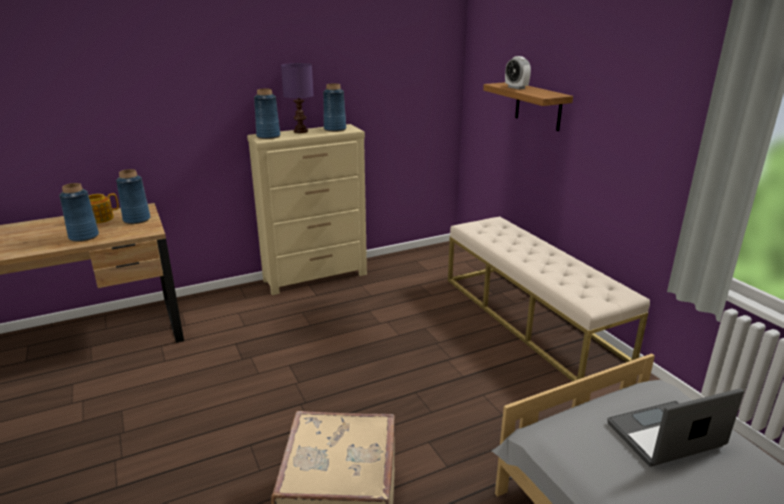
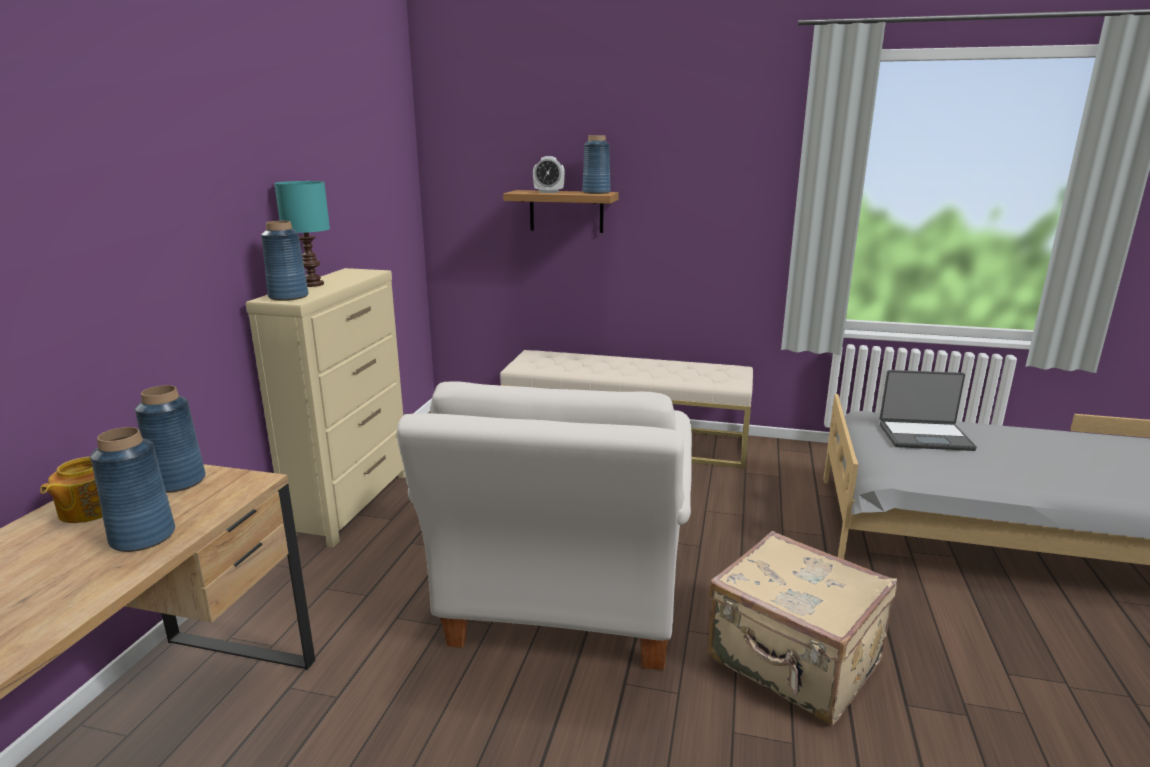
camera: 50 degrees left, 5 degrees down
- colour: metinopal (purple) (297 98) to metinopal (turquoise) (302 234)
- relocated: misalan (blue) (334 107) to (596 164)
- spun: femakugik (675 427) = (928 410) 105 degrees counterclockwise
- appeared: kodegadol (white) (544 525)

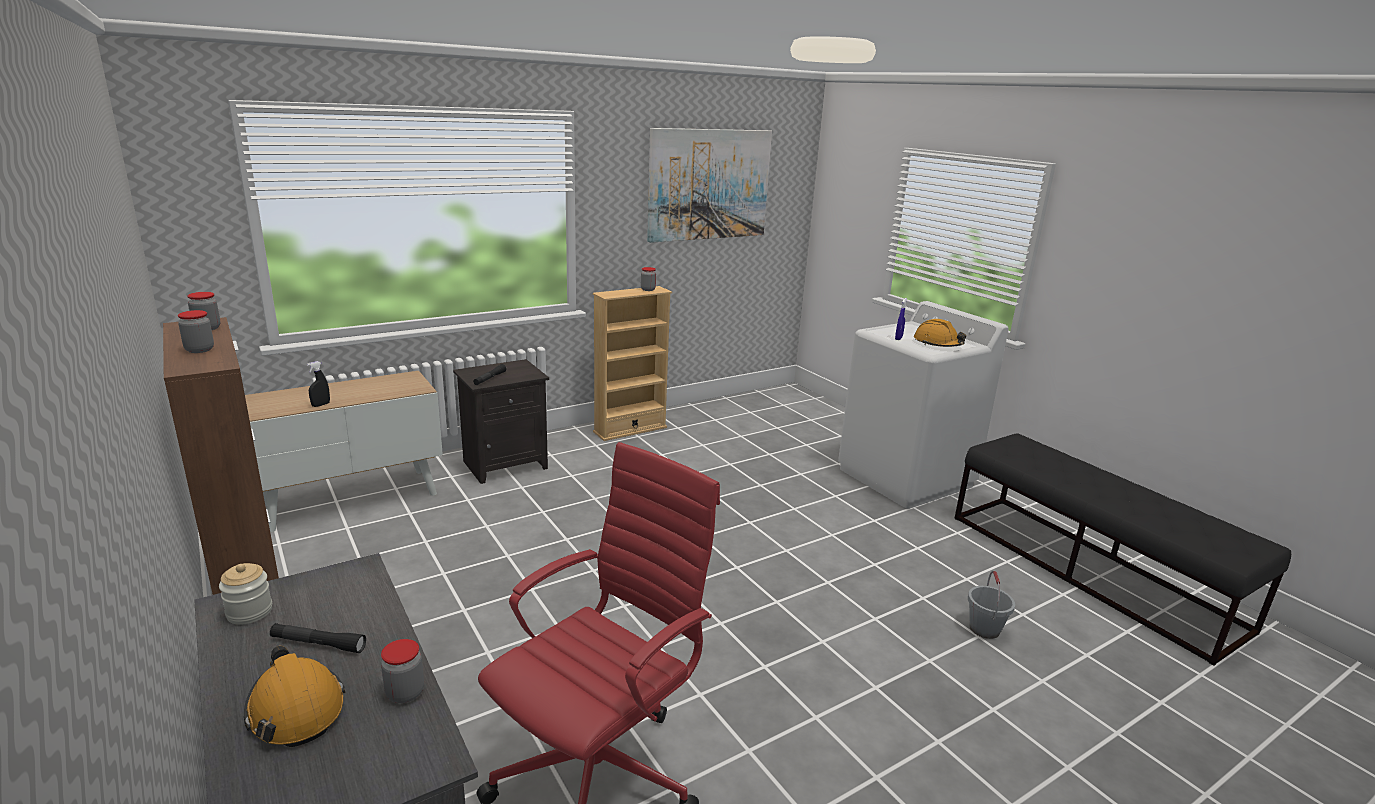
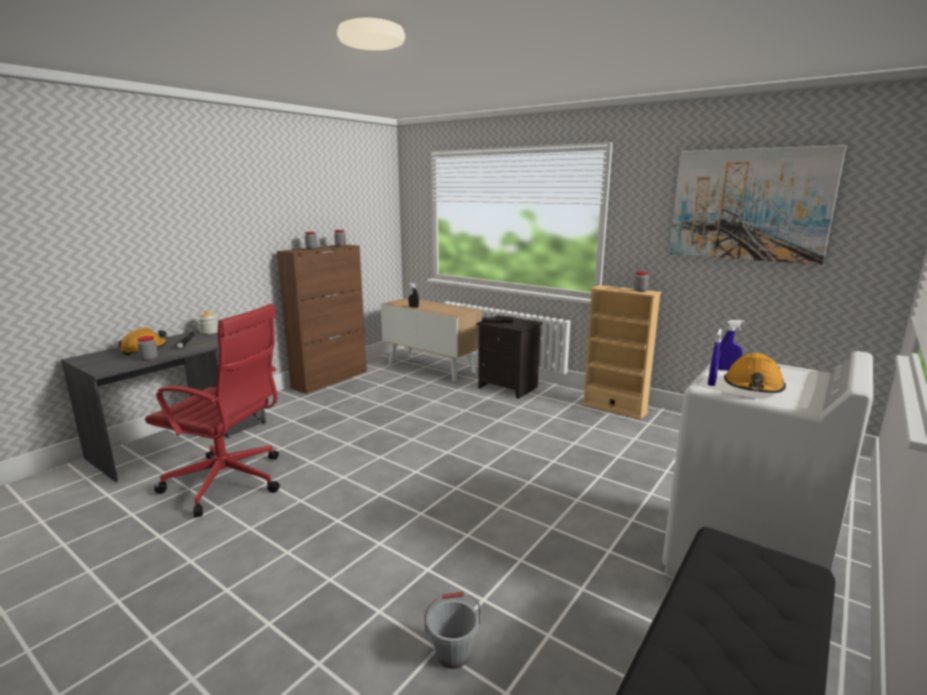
camera: 70 degrees right, 5 degrees down
- appeared: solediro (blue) (715 357)

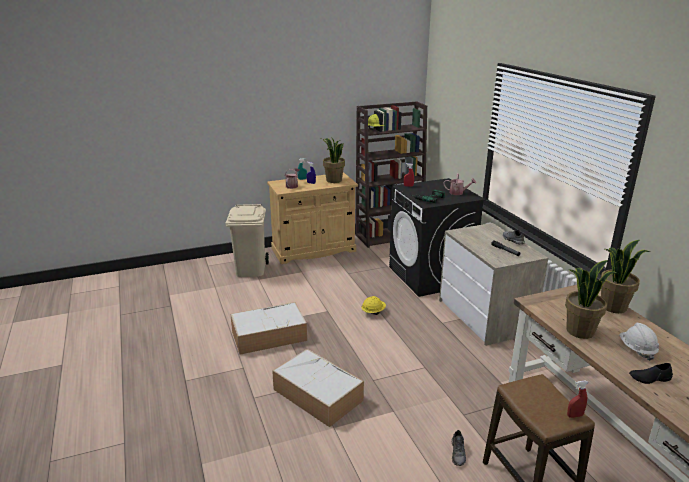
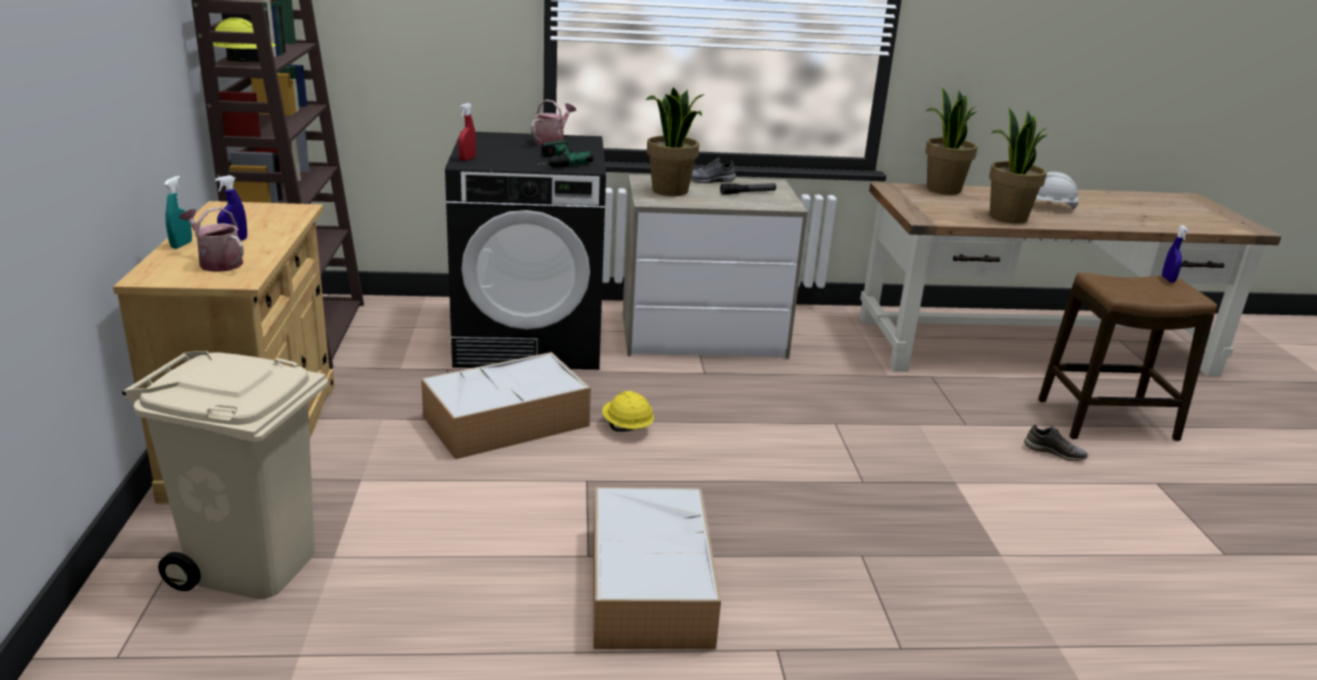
camera: 75 degrees left, 0 degrees up
- relocated: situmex (333 160) to (675 141)
- relocated: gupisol (318 388) to (506 406)
- missing: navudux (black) (651 373)
- colour: solediro (red) (577 399) to solediro (blue) (1175 254)

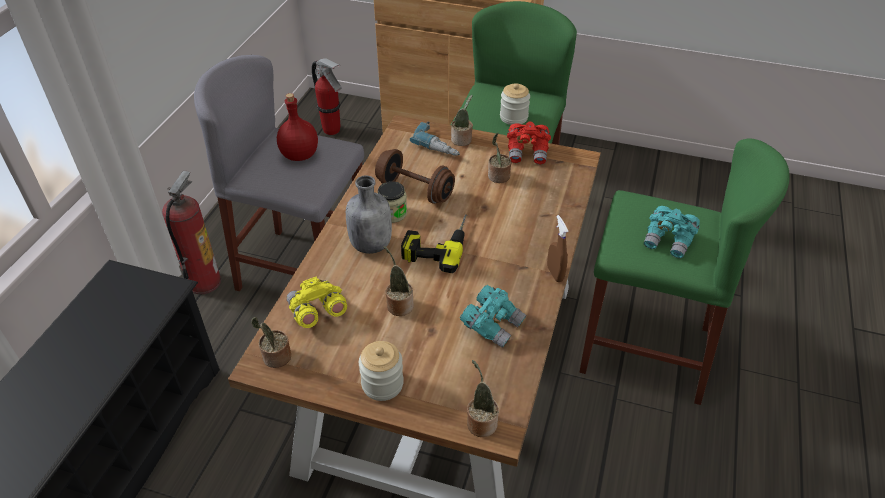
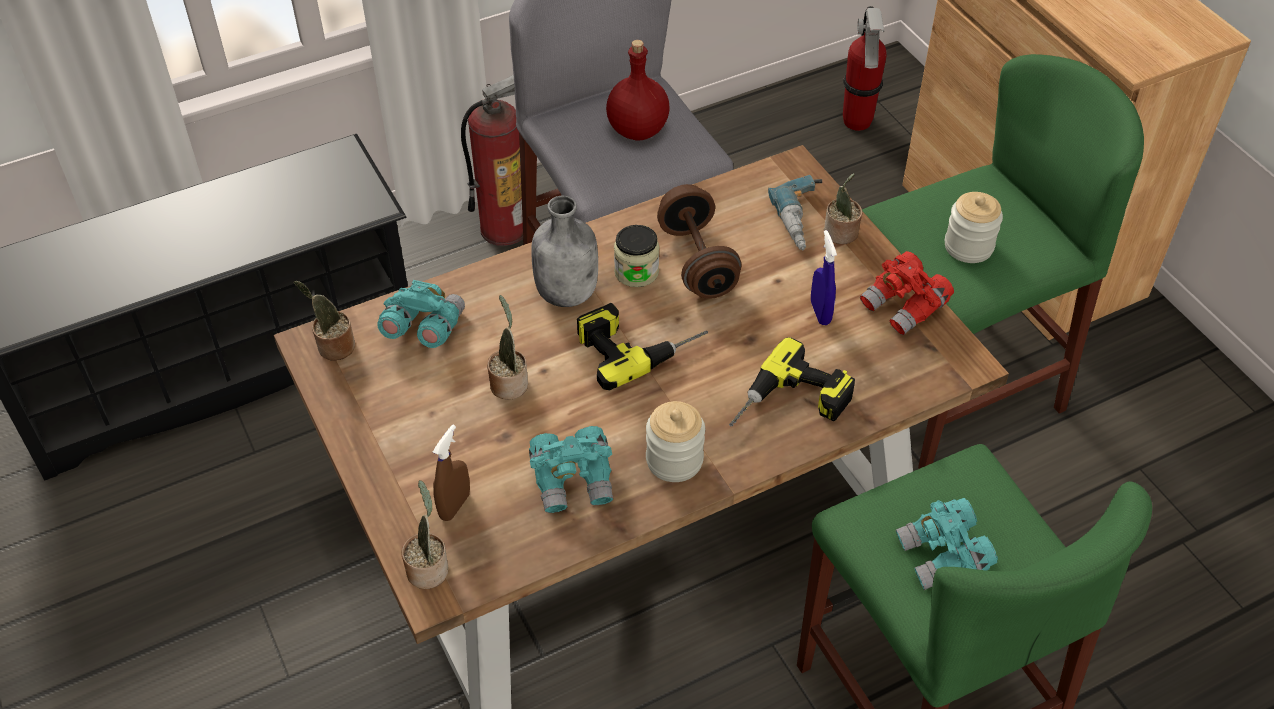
camera: 45 degrees right, 5 degrees up
- exchanged: situmex (499 157) to solediro (blue) (824 277)
- relocated: solediro (brown) (557 248) to (451 473)
- colour: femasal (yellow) (317 302) to femasal (turquoise) (421 314)
- relocated: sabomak (381 371) to (675 441)
- appeared: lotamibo (792 382)

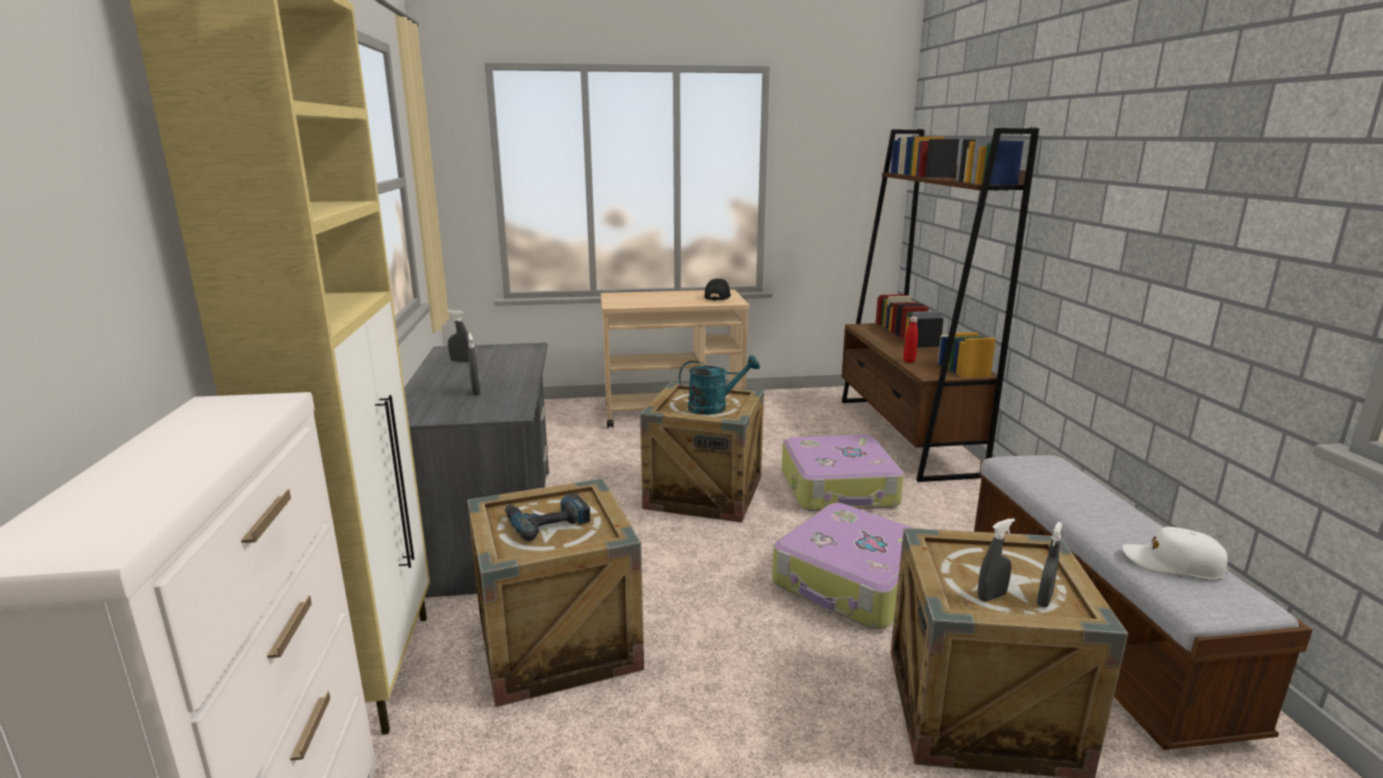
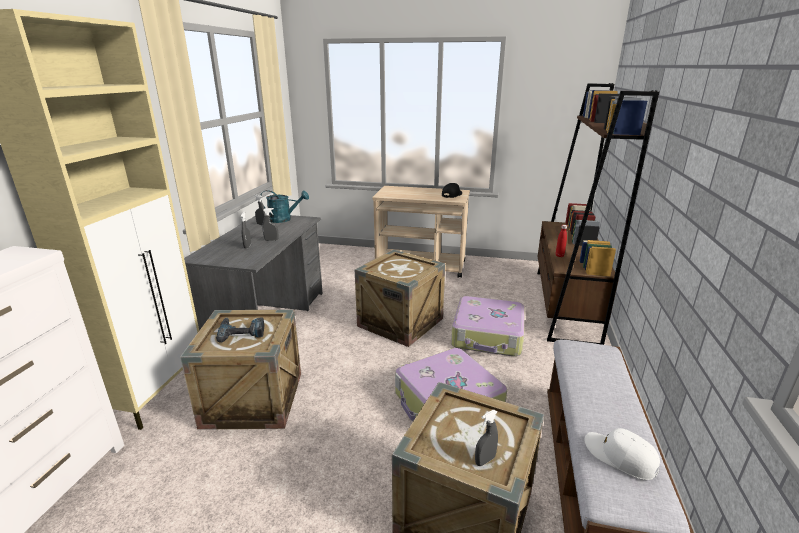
camera: 20 degrees right, 5 degrees up
- relocated: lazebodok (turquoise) (719 385) to (284 206)
- relocated: solediro (grey) (996 559) to (270 224)

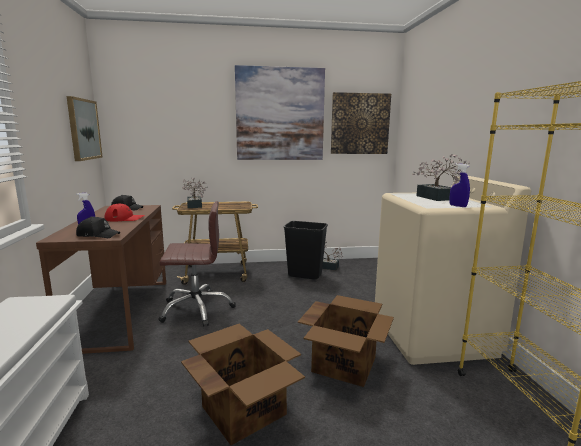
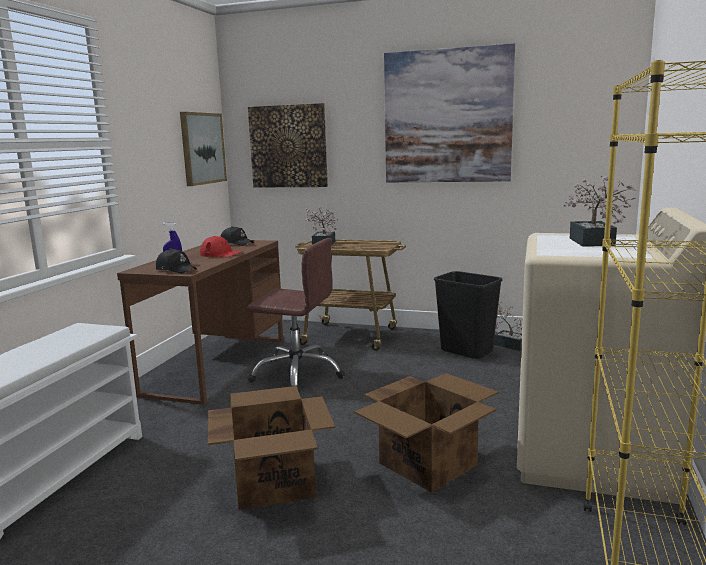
camera: 25 degrees right, 0 degrees up
- relocated: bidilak (361 123) to (288 145)
- missing: solediro (blue) (459 185)

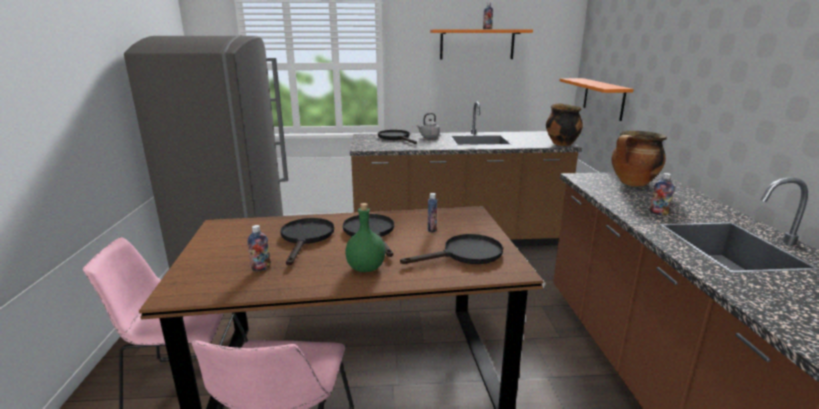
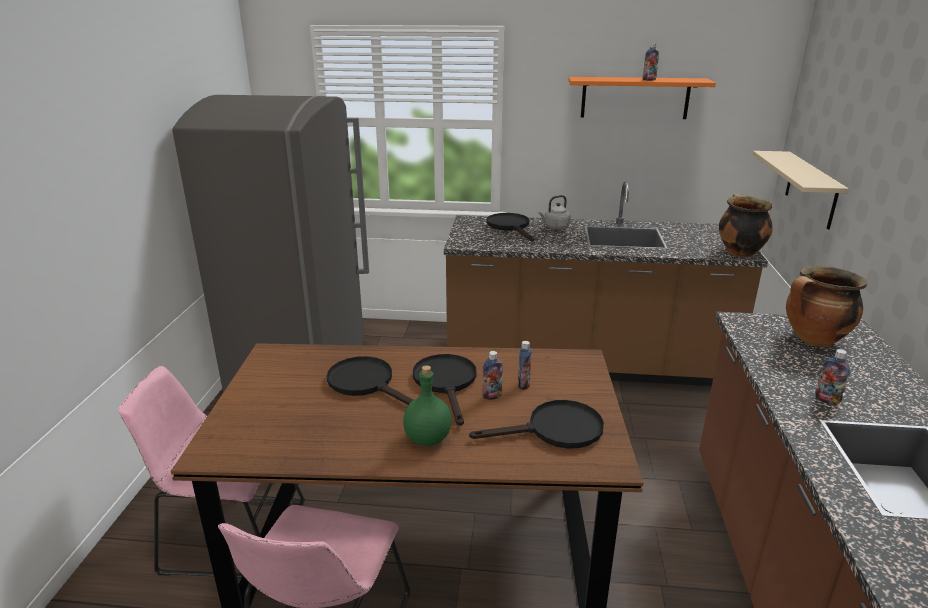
camera: 10 degrees right, 5 degrees up
- colour: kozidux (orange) (596 99) to kozidux (beige) (800 190)
- spun: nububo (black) (307 242) = (370 380) 60 degrees counterclockwise
- relocated: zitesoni (259 248) to (492 375)

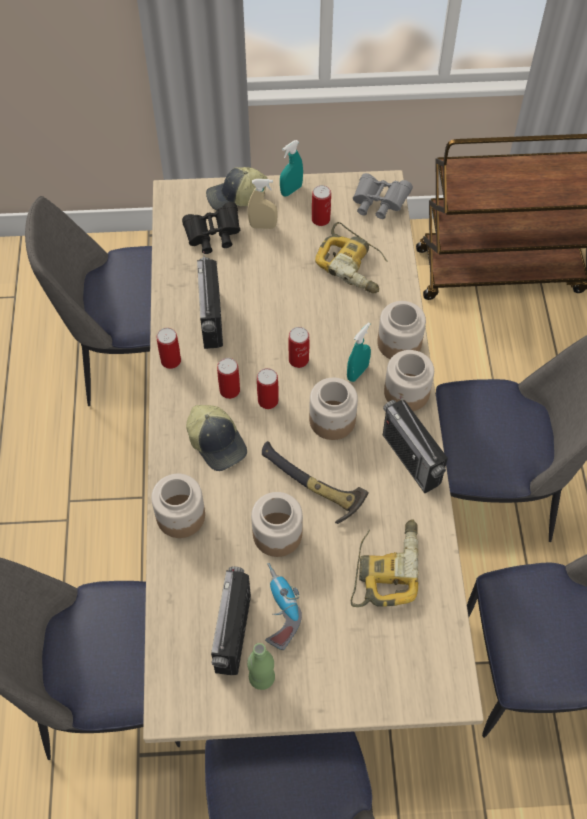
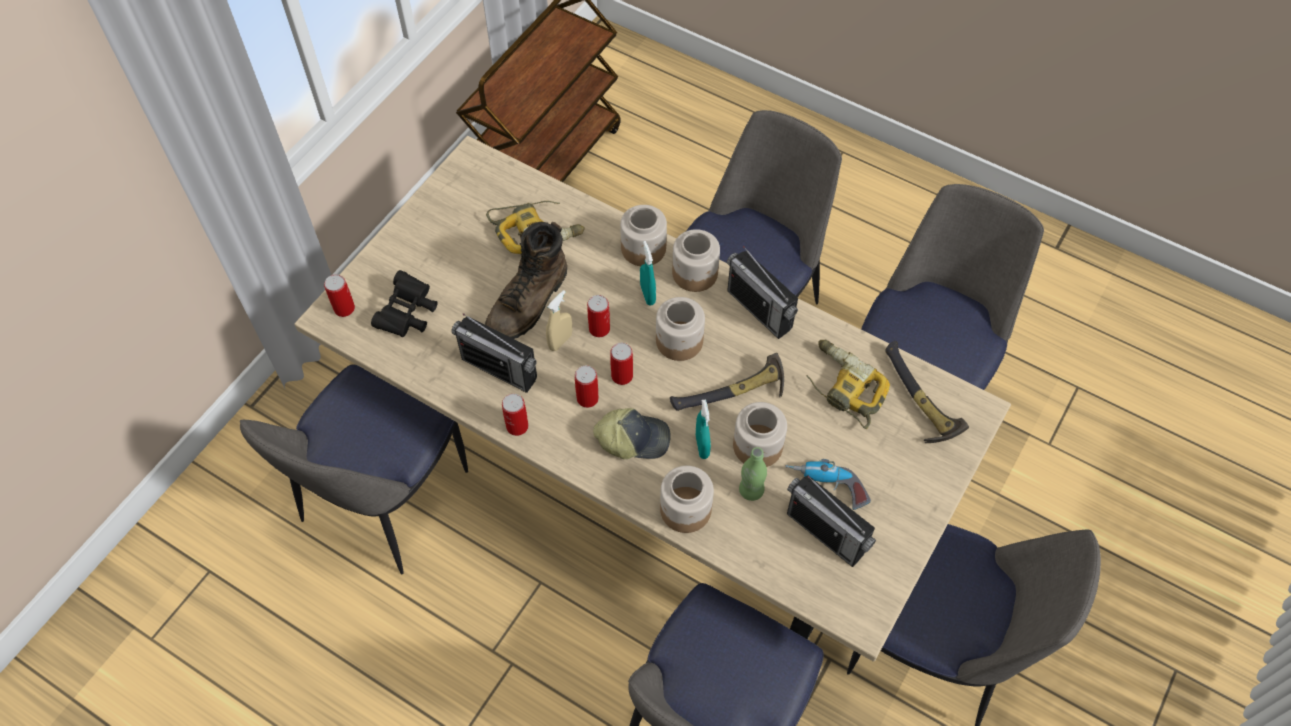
camera: 55 degrees left, 0 degrees up
- relocated: solediro (turquoise) (291 168) to (703 429)
- missing: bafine (237 188)
- missing: femasal (grey) (383 196)
- relocated: solediro (beige) (263 204) to (559 320)
- relocated: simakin (321 205) to (339 295)
- spun: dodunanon (415 444) = (762 292) 45 degrees clockwise
- relocated: zitesoni (green) (261 666) to (753 474)
- appeared: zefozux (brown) (526 280)
- appeared: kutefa (927 392)

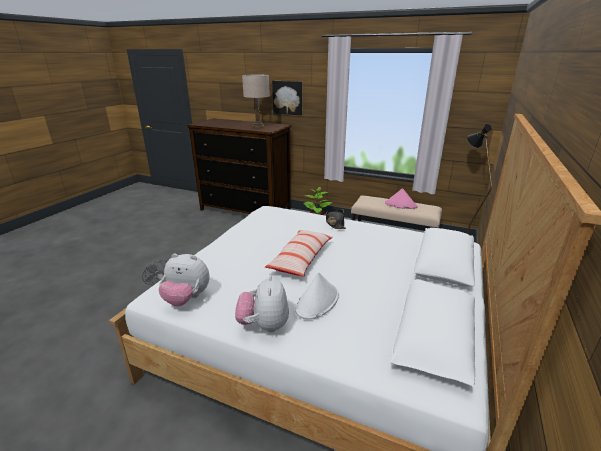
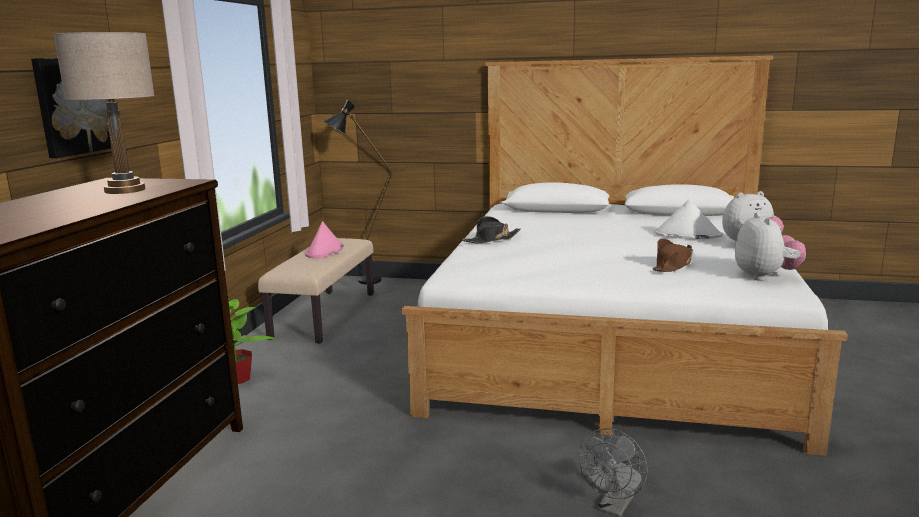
camera: 100 degrees left, 10 degrees down
- missing: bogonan (299 253)
- appeared: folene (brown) (673 255)

